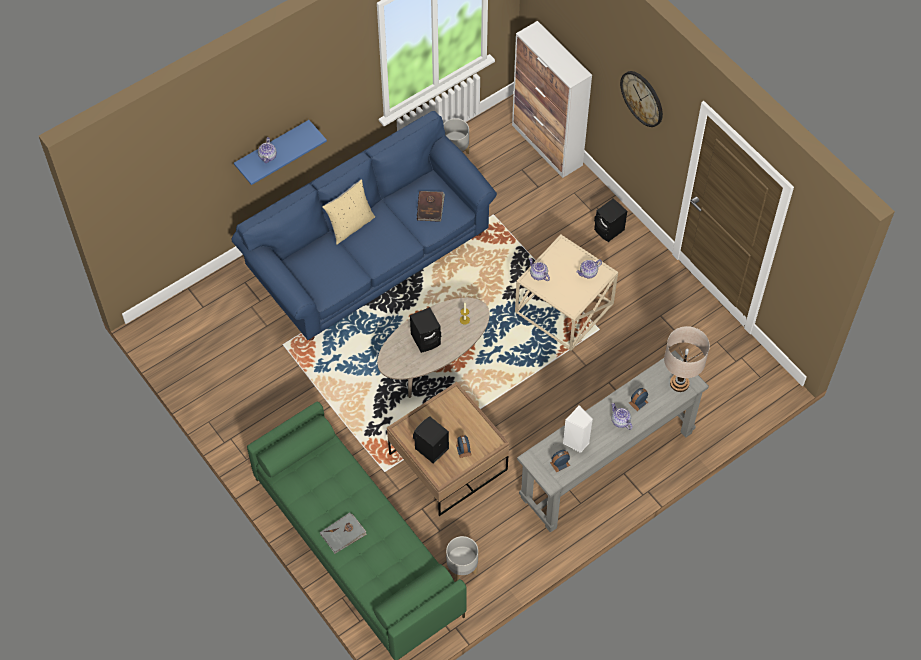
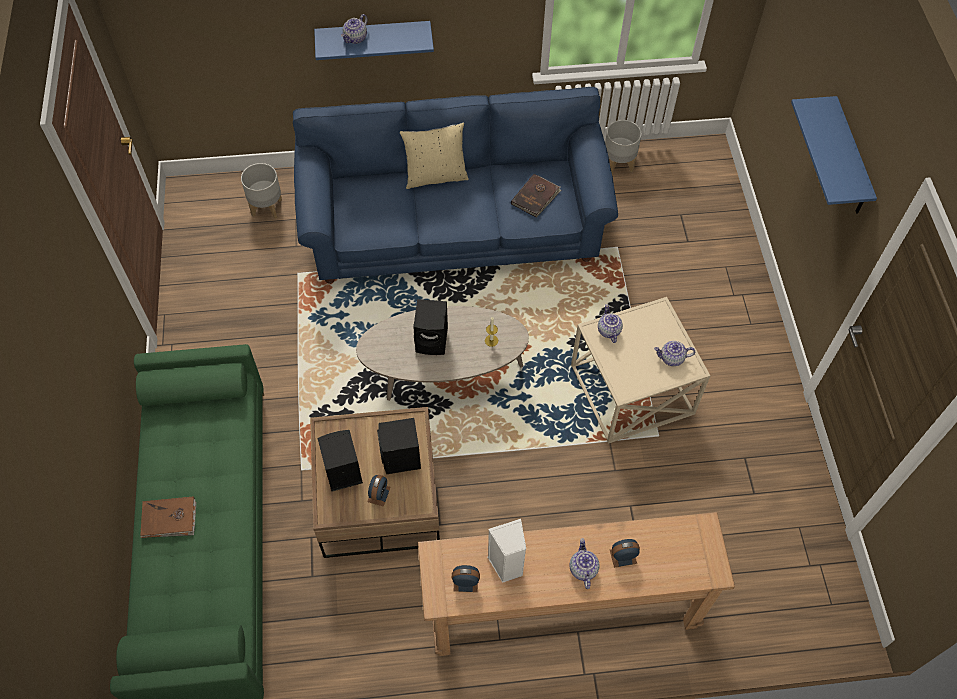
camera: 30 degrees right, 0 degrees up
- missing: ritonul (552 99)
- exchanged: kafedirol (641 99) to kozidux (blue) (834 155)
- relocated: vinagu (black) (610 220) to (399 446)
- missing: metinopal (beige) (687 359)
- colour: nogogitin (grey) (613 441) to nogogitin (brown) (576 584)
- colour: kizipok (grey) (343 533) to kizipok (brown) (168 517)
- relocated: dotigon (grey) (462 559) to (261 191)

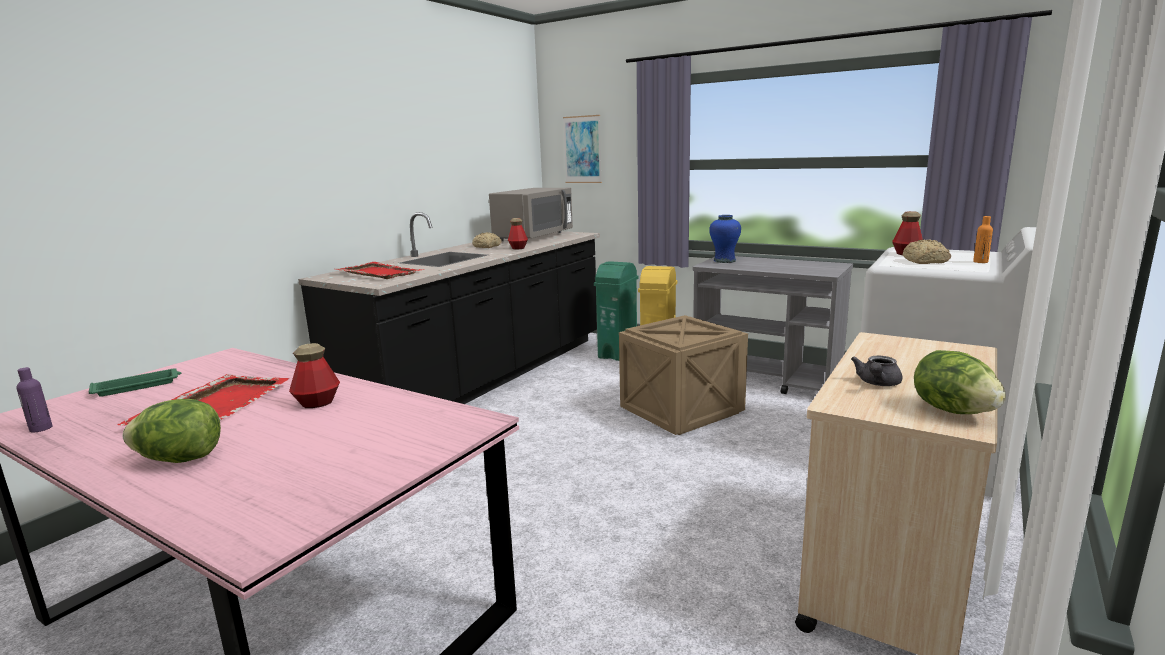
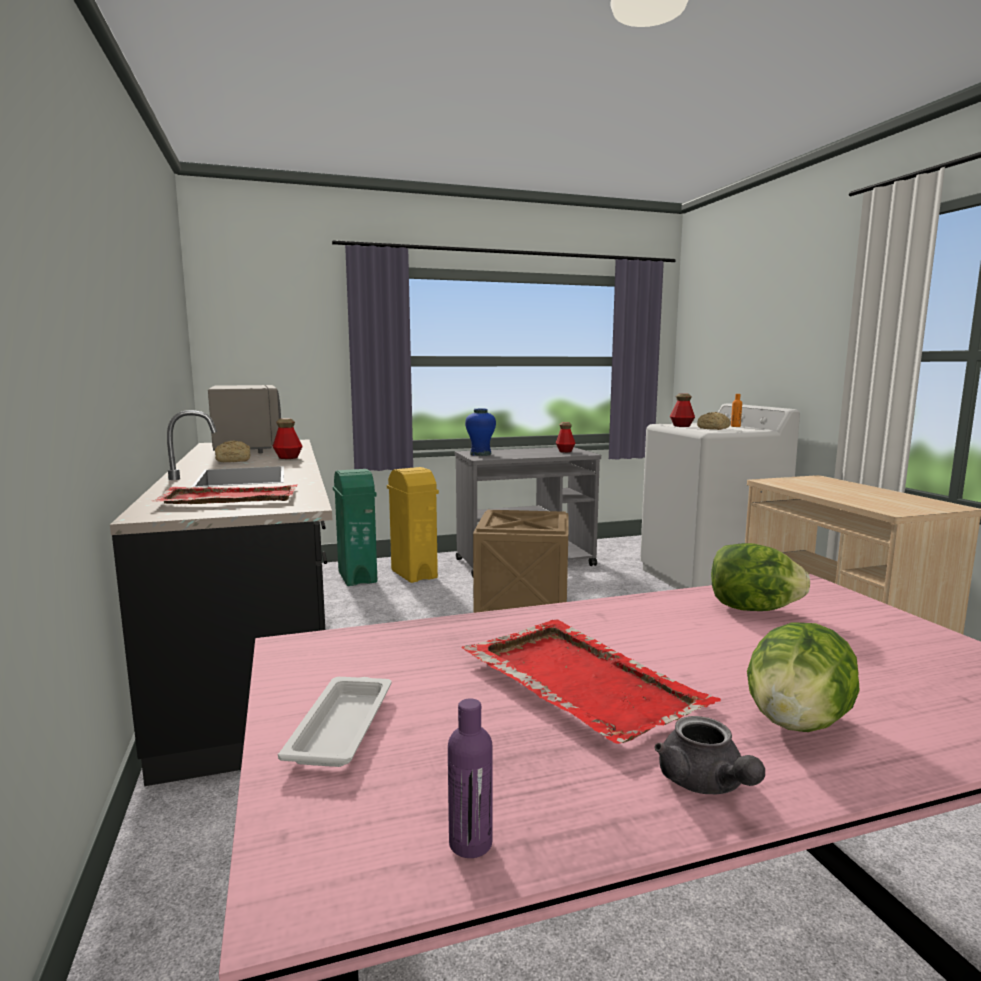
camera: 50 degrees left, 5 degrees down
- missing: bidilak (582 149)
- relocated: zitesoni (314 375) to (565 437)
- relocated: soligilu (960 382) to (760 577)
- relocated: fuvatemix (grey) (876 371) to (710 755)
- colour: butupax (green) (135 382) to butupax (white) (334 722)

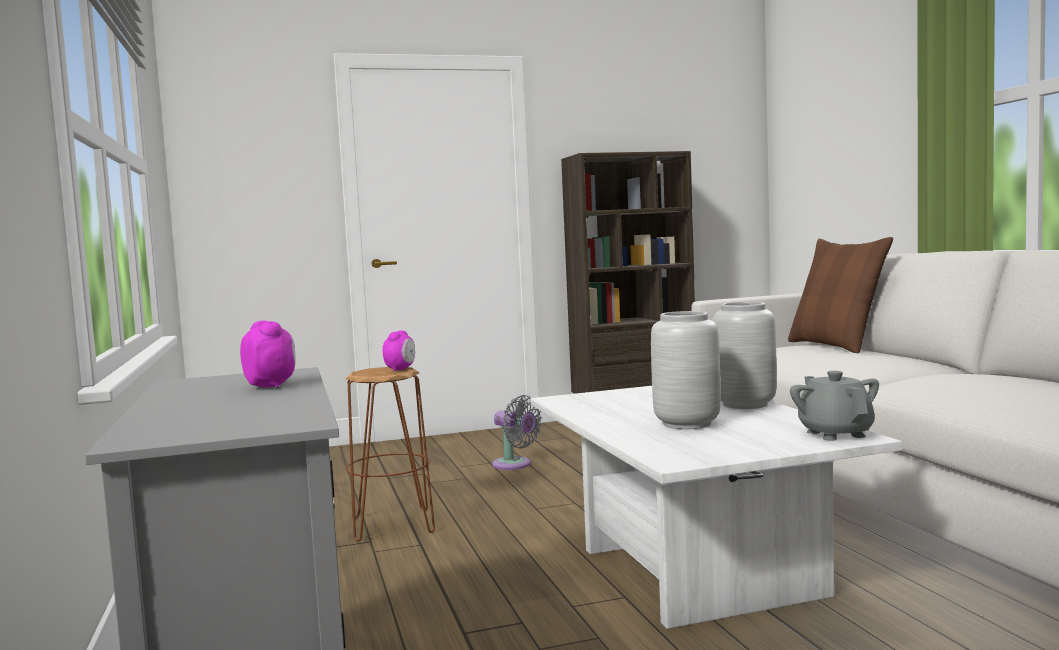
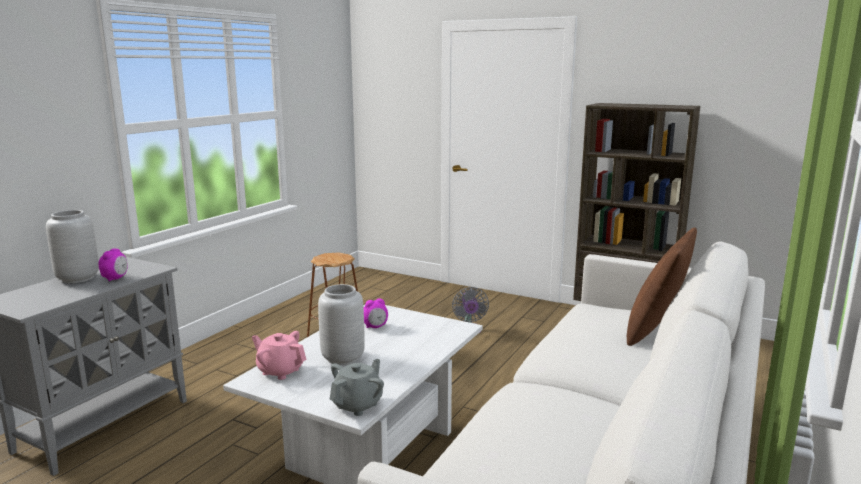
camera: 45 degrees right, 10 degrees up
- relocated: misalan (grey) (744 355) to (72 246)
- relocated: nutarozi (399 351) to (376 313)
- appeared: fuvatemix (pink) (279 355)

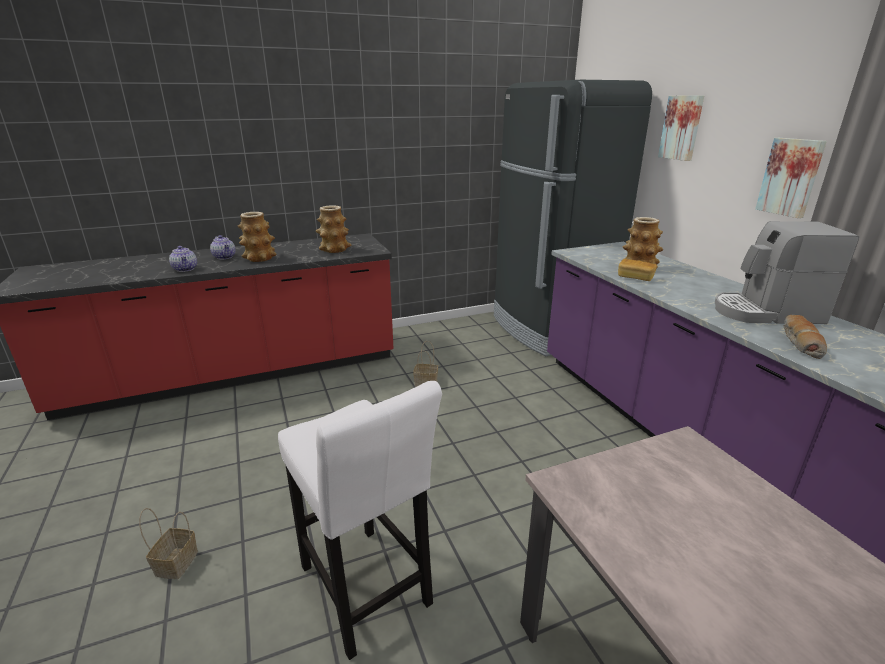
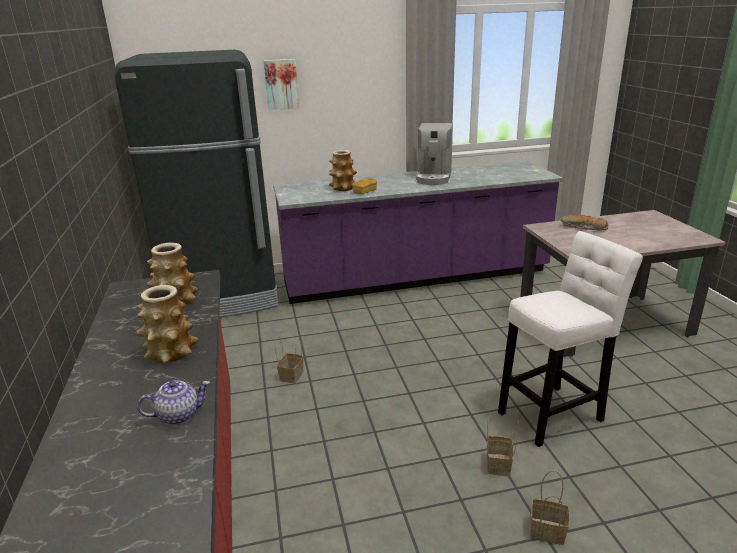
camera: 80 degrees left, 0 degrees up
- missing: bidilak (791 178)
- missing: fuvatemix (222 247)
- relocated: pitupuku (805 337) to (584 223)
- appeared: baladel (503 448)

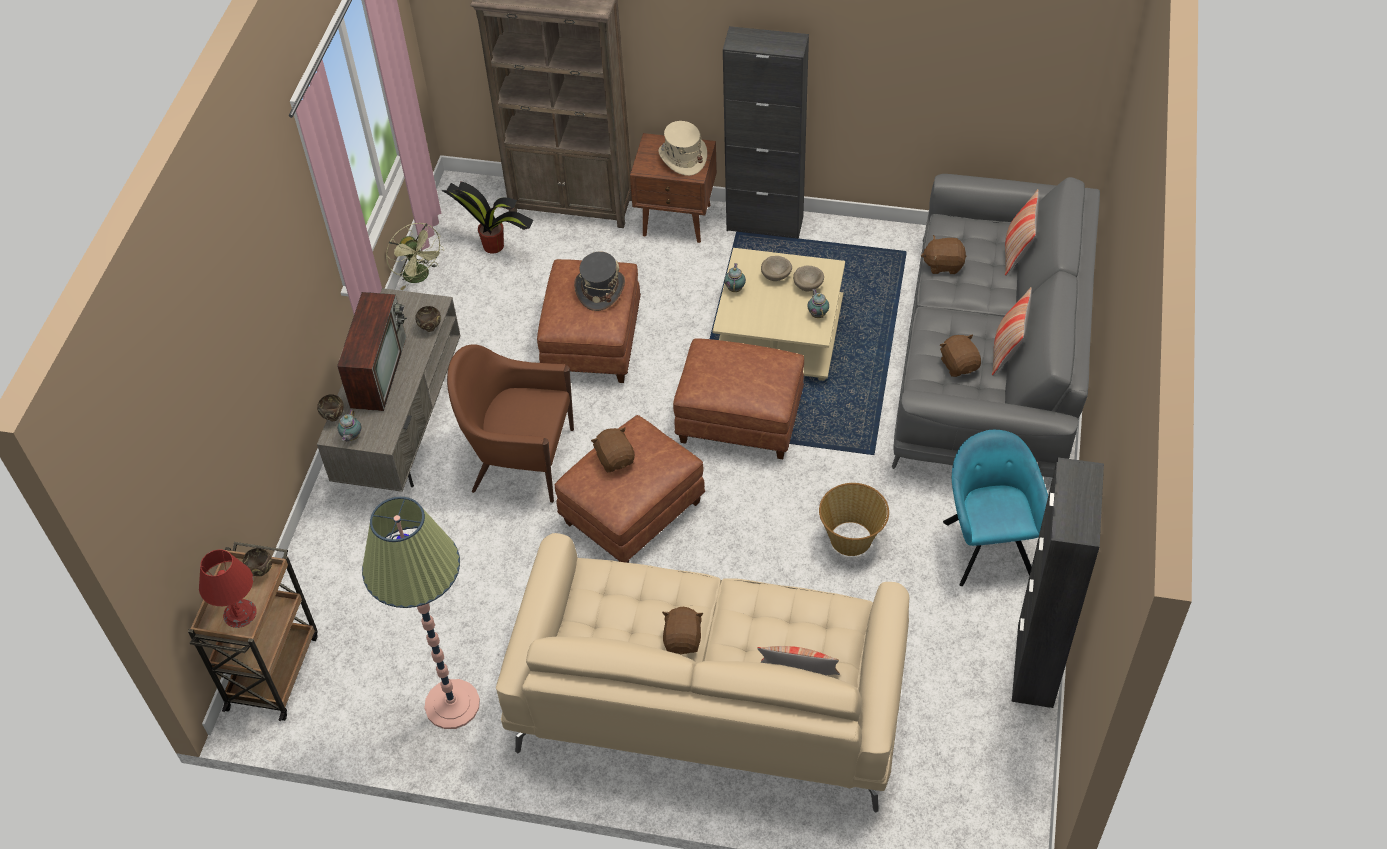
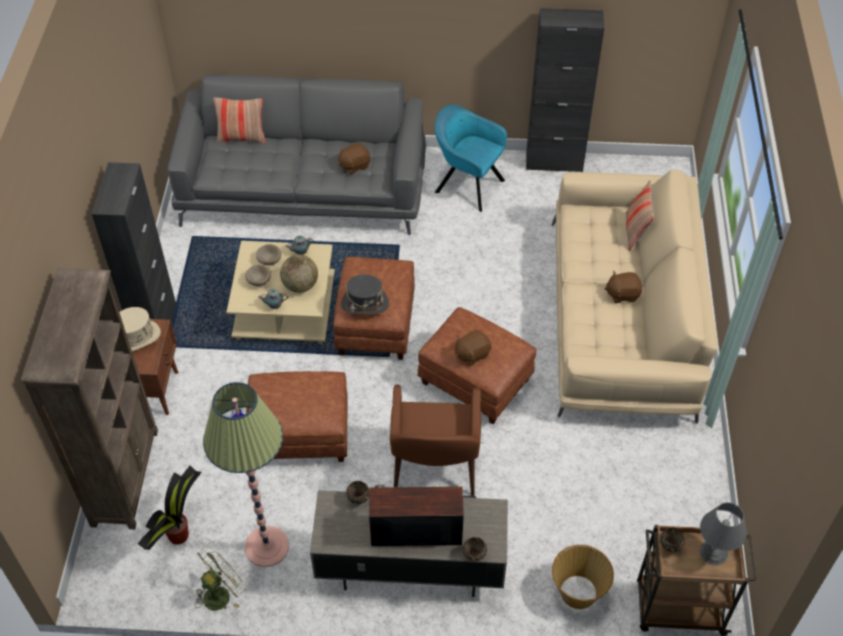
camera: 100 degrees left, 0 degrees up
- missing: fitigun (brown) (944 254)
- relocated: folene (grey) (599 281) to (365 294)
- missing: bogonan (1012 331)
- missing: fuvatemix (349 425)
- spun: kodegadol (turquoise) (995 508) = (471 158) 45 degrees clockwise
- relocated: baladel (854 519) to (583 577)
- relocated: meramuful (421 613) to (246 474)
- colour: metinopal (red) (228 588) to metinopal (grey) (723 533)
- appeared: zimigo (299 274)

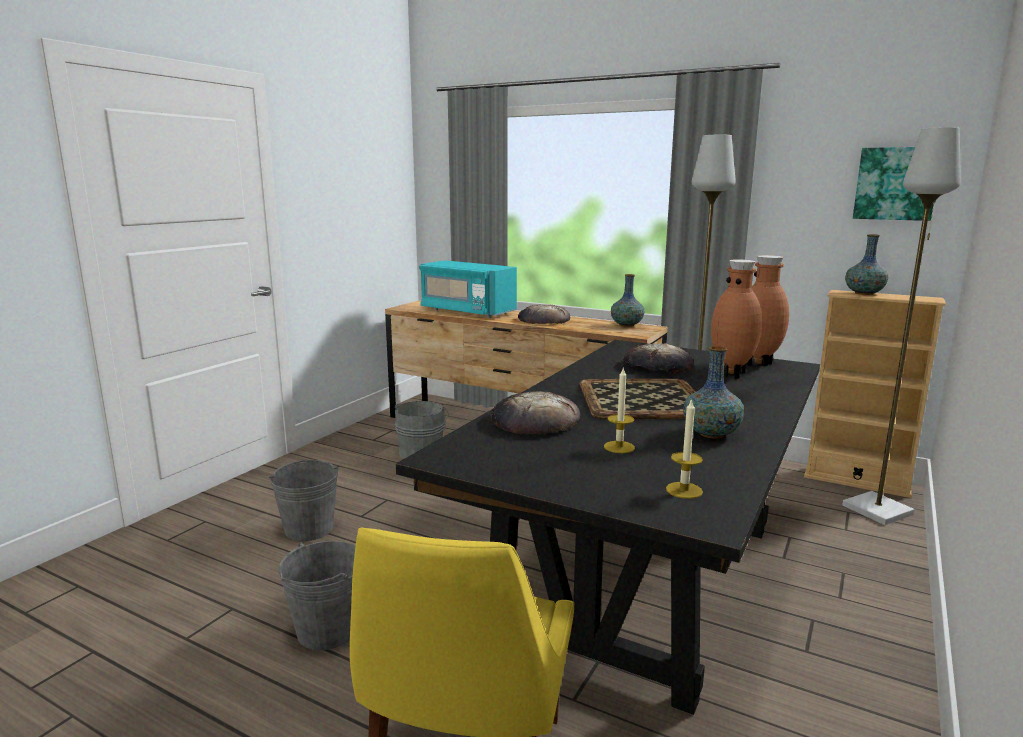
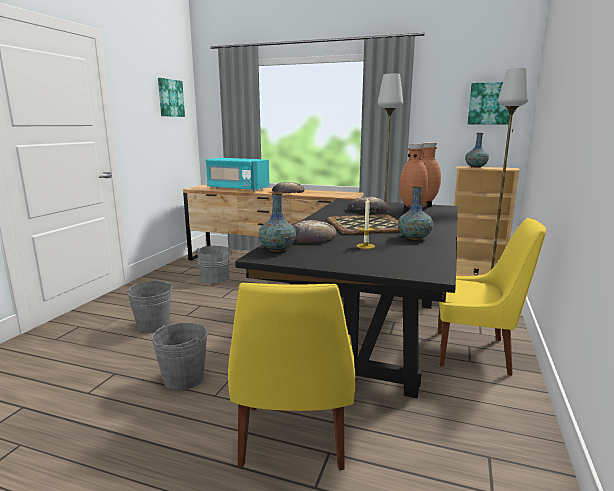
camera: 10 degrees left, 0 degrees up
- relocated: misalan (627 300) to (277 222)
- missing: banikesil (684 448)
- appeared: bidilak (171 97)
- appeared: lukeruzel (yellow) (492 297)

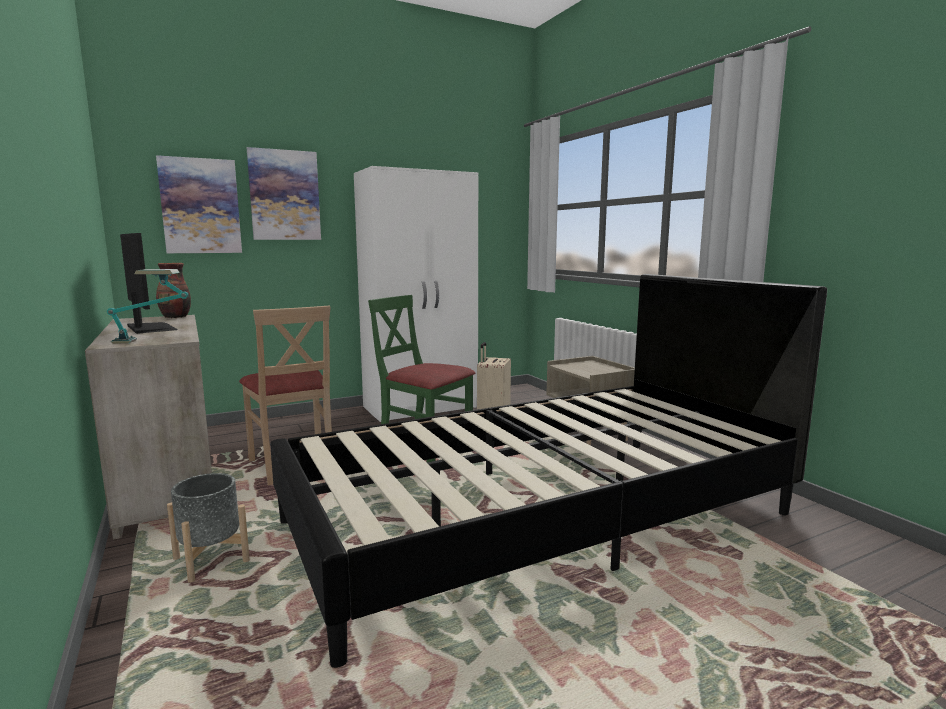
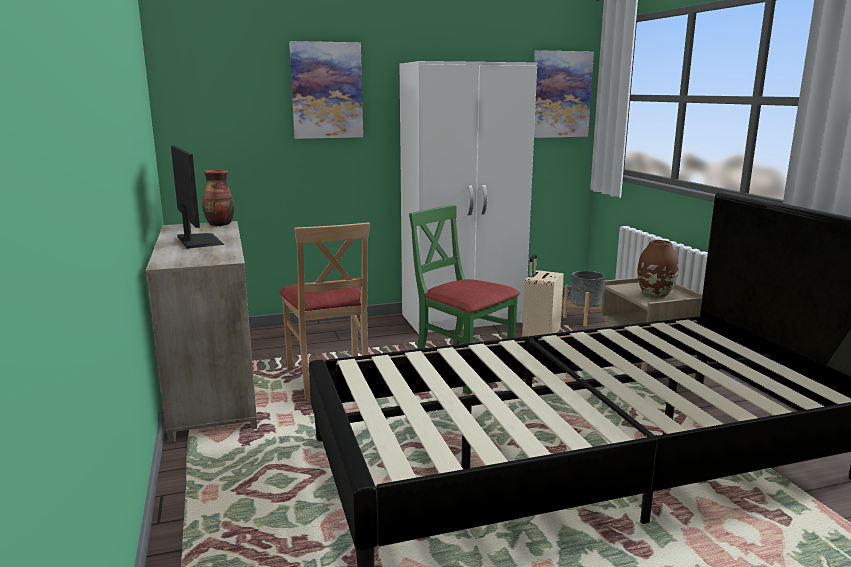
camera: 10 degrees right, 5 degrees up
- relocated: bidilak (199 204) to (564 94)
- missing: metinopal (148 306)
- relocated: dotigon (grey) (208 528) to (584 298)
- appeared: misalan (brown) (658 269)

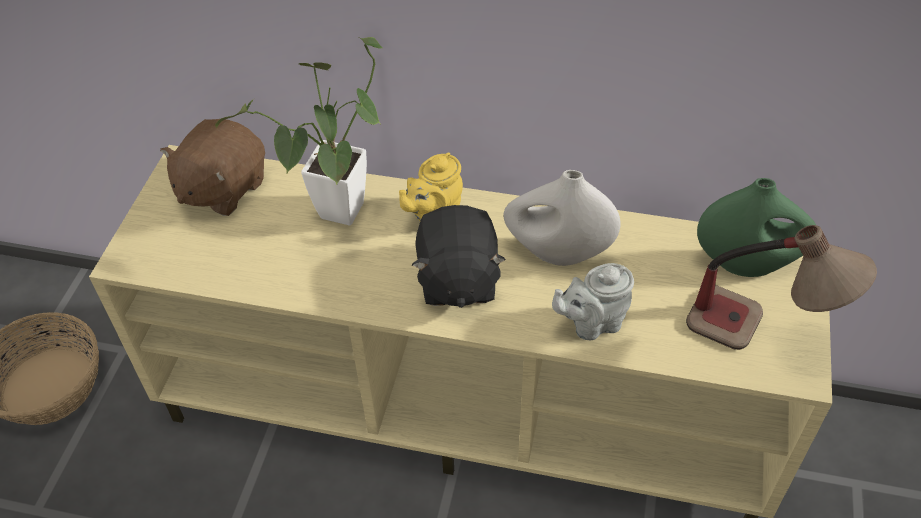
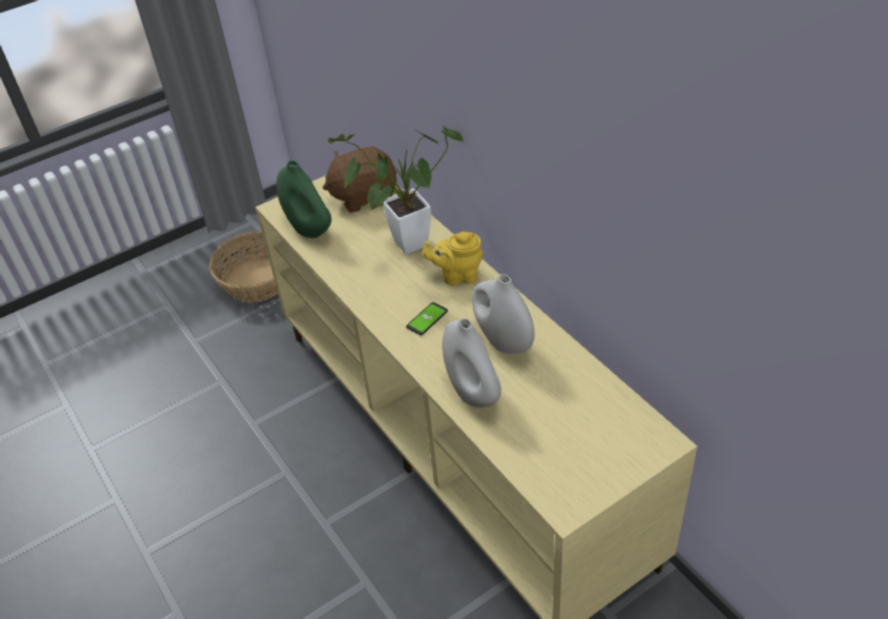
camera: 45 degrees right, 5 degrees down
- relocated: misalan (green) (756 227) to (304 199)
- exchanged: fitigun (black) (459 256) to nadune (427 318)
- missing: metinopal (781 287)
- exchanged: fuvatemix (grey) (593 301) to misalan (white) (471 362)

